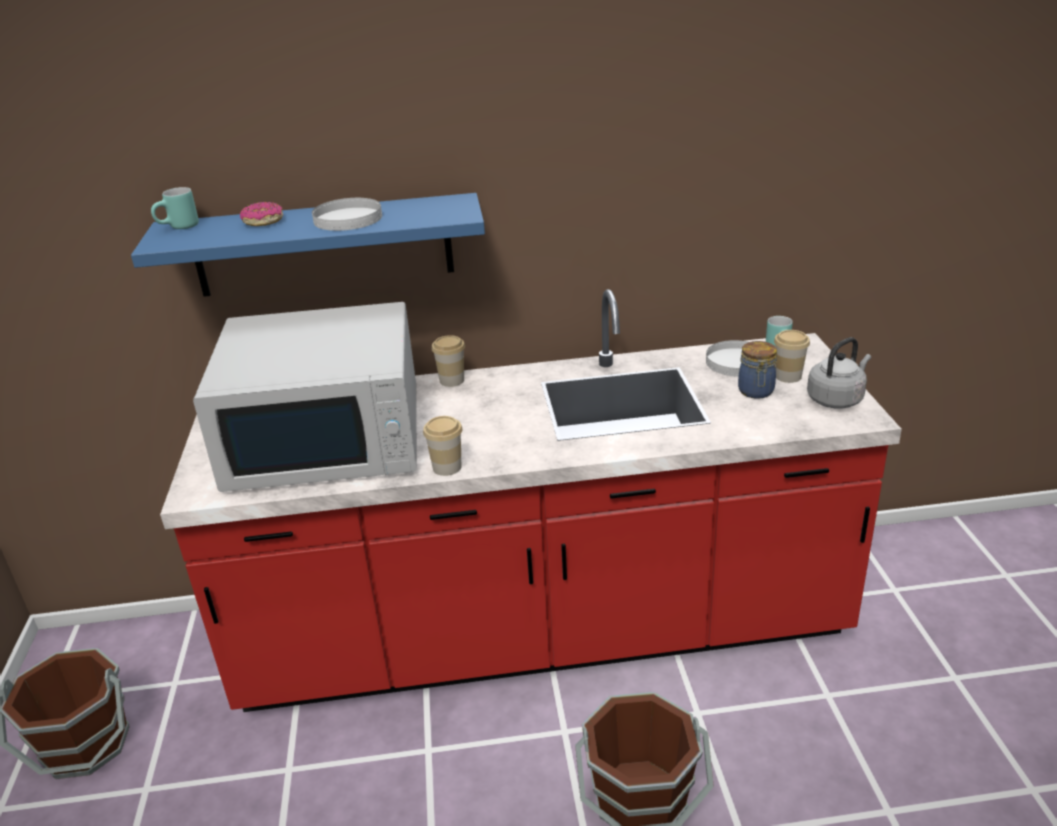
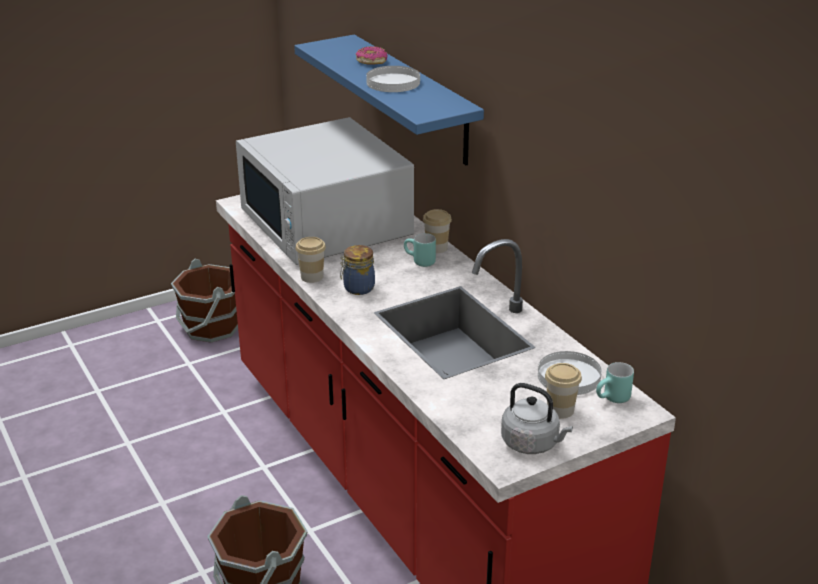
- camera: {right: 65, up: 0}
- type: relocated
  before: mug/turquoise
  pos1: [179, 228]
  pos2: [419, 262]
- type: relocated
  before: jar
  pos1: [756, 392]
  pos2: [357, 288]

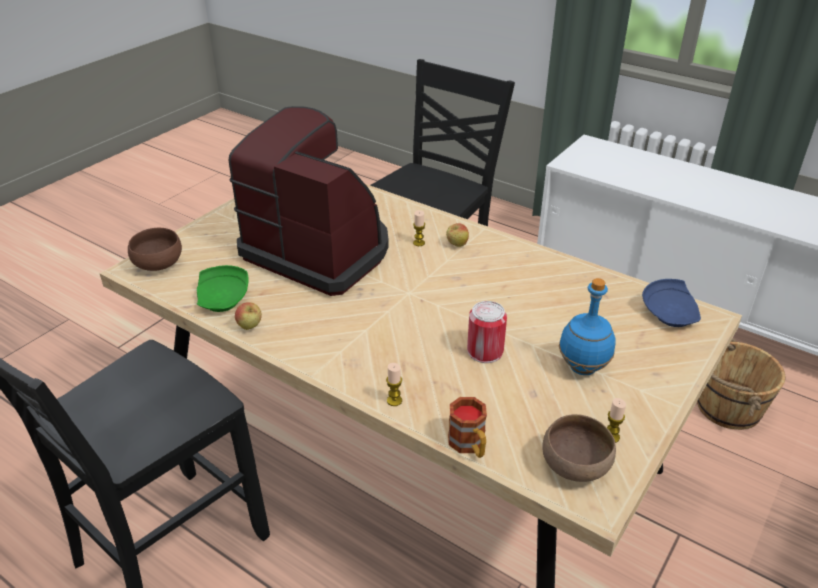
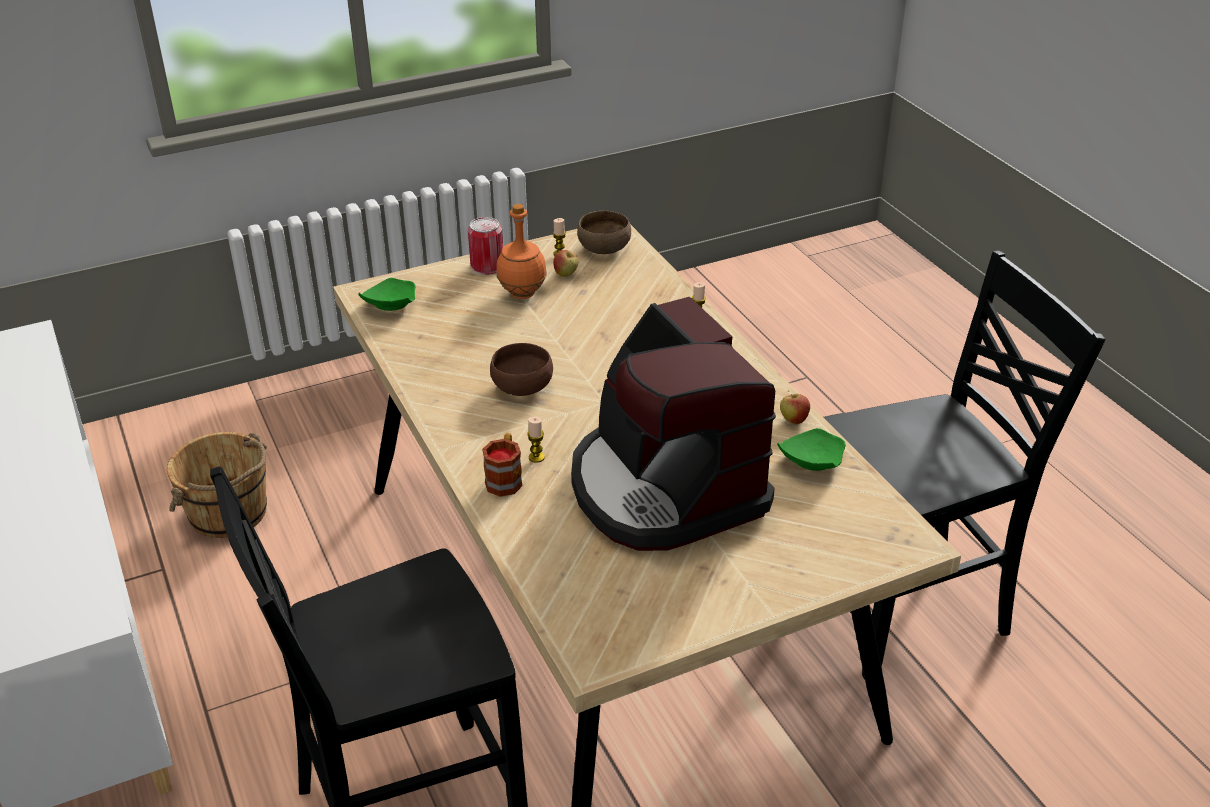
- camera: {right: -150, up: 0}
- type: relocated
  before: apple
  pos1: [456, 245]
  pos2: [566, 275]
- type: relocated
  before: bowl/brown
  pos1: [159, 265]
  pos2: [522, 387]
- type: colour
  before: bottle/blue
  after: bottle/orange
  pos1: [583, 368]
  pos2: [523, 293]
- type: colour
  before: plate/blue
  after: plate/green
  pos1: [670, 313]
  pos2: [389, 305]
- type: relocated
  before: can
  pos1: [485, 351]
  pos2: [487, 266]
- type: relocated
  before: mug
  pos1: [469, 445]
  pos2: [505, 478]

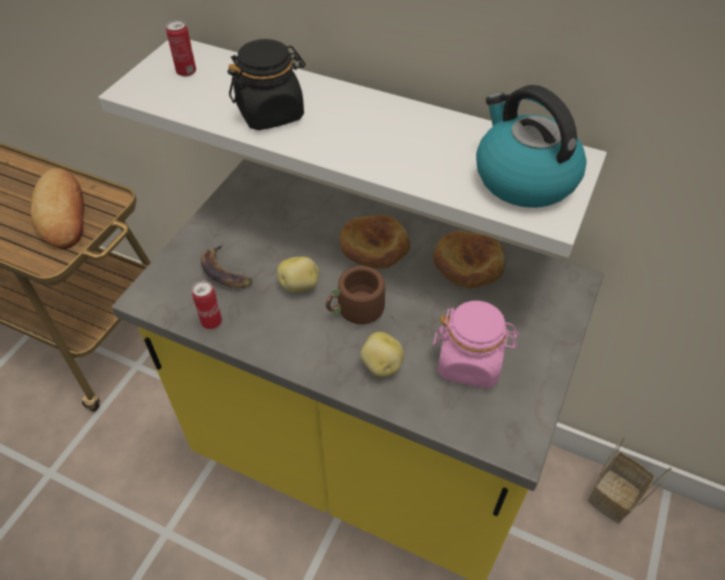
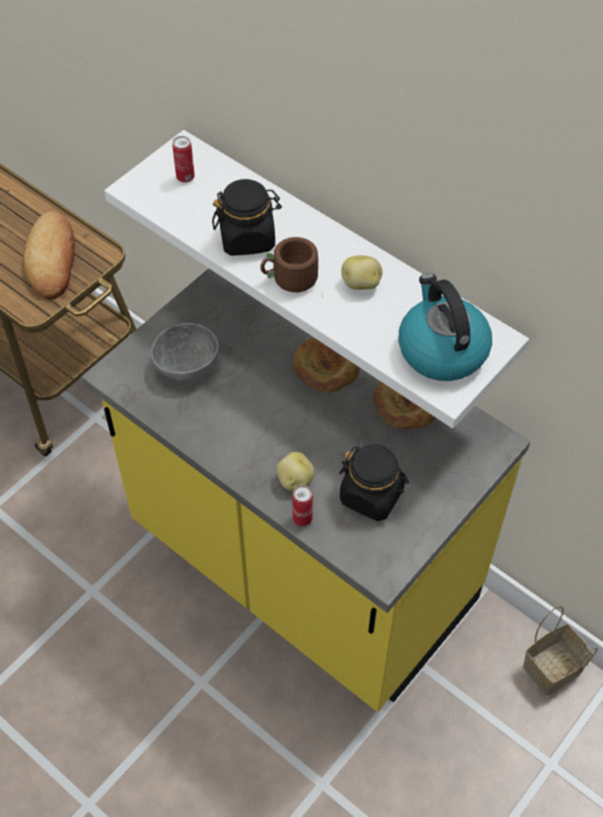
- camera: {right: 15, up: 5}
- type: exchanged
  before: banana
  after: bowl/grey
  pos1: [225, 271]
  pos2: [185, 364]
- type: relocated
  before: potato
  pos1: [300, 285]
  pos2: [361, 284]
- type: relocated
  before: mug/brown
  pos1: [356, 312]
  pos2: [290, 280]
- type: relocated
  before: can
  pos1: [211, 322]
  pos2: [302, 519]
- type: colour
  before: jar/pink
  after: jar/black
  pos1: [470, 362]
  pos2: [372, 495]

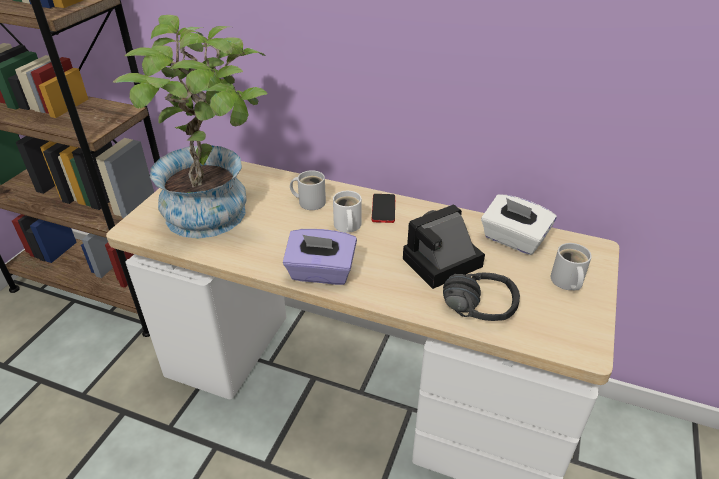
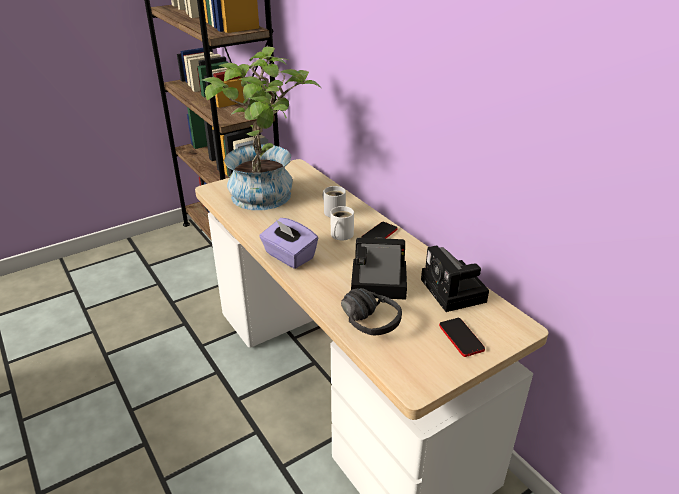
- camera: {right: 35, up: -5}
- type: exchanged
  before: tissue box/white
  after: photo camera
  pos1: [513, 240]
  pos2: [455, 292]
- type: exchanged
  before: mug/white
  after: phone
  pos1: [566, 282]
  pos2: [461, 338]

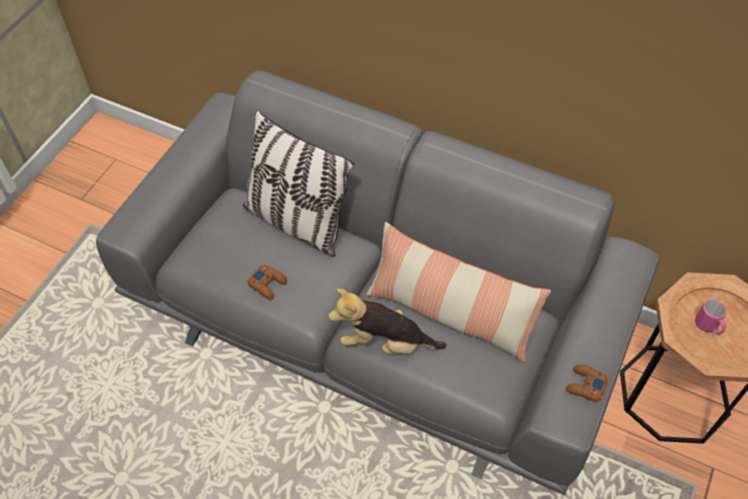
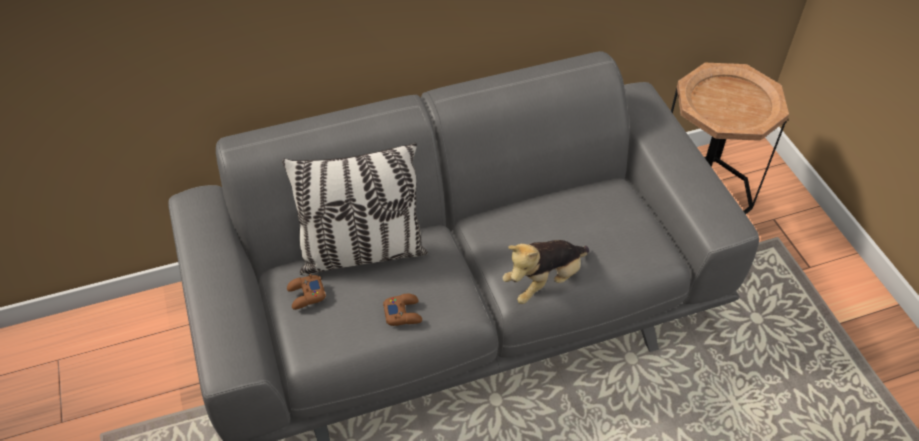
- camera: {right: -45, up: -5}
- type: missing
  before: pillow
  pos1: [450, 313]
- type: missing
  before: mug/pink
  pos1: [708, 327]
- type: relocated
  before: game controller/brown
  pos1: [585, 385]
  pos2: [306, 295]

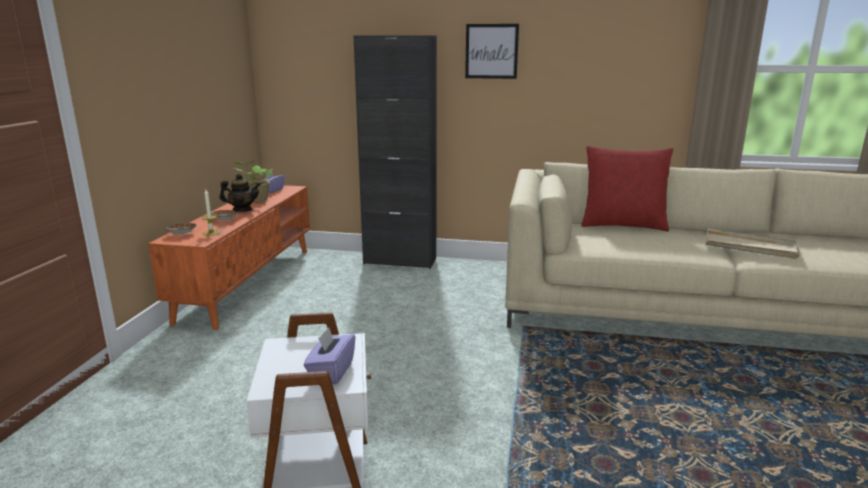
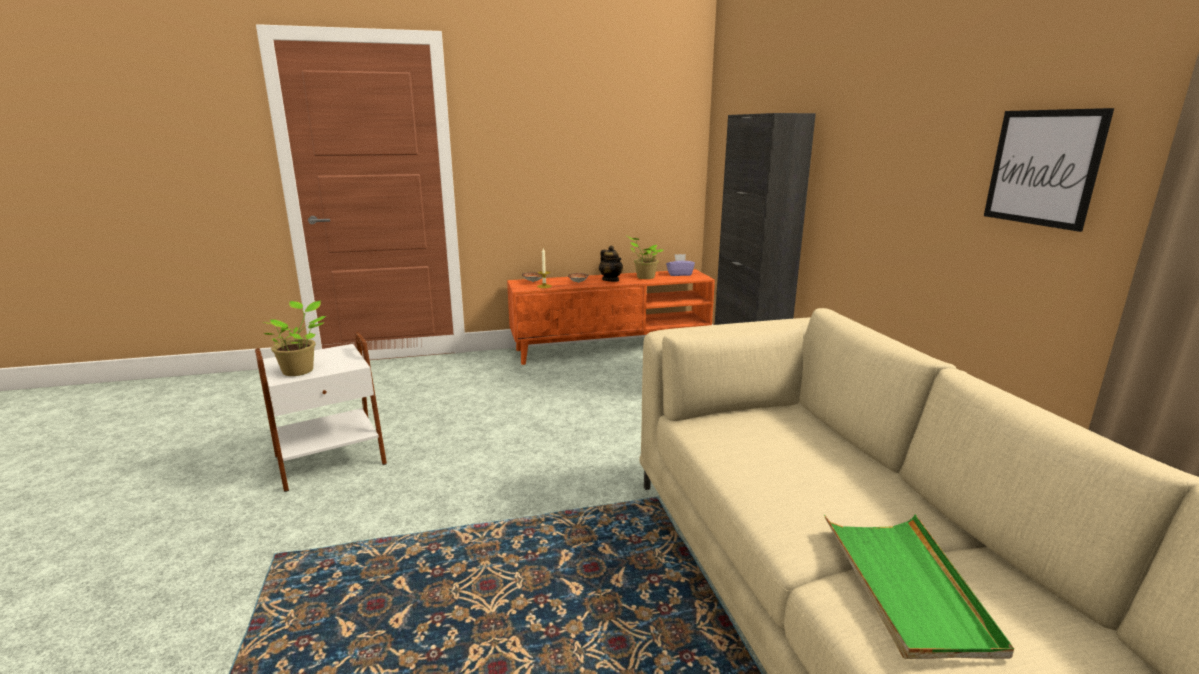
- camera: {right: 65, up: 0}
- type: relocated
  before: picture
  pos1: [491, 51]
  pos2: [1043, 168]
- type: missing
  before: pillow/red
  pos1: [622, 225]
- type: colour
  before: tray/beige
  after: tray/green
  pos1: [750, 247]
  pos2: [906, 586]
- type: exchanged
  before: tissue box/purple
  after: potted plant
  pos1: [331, 371]
  pos2: [300, 370]

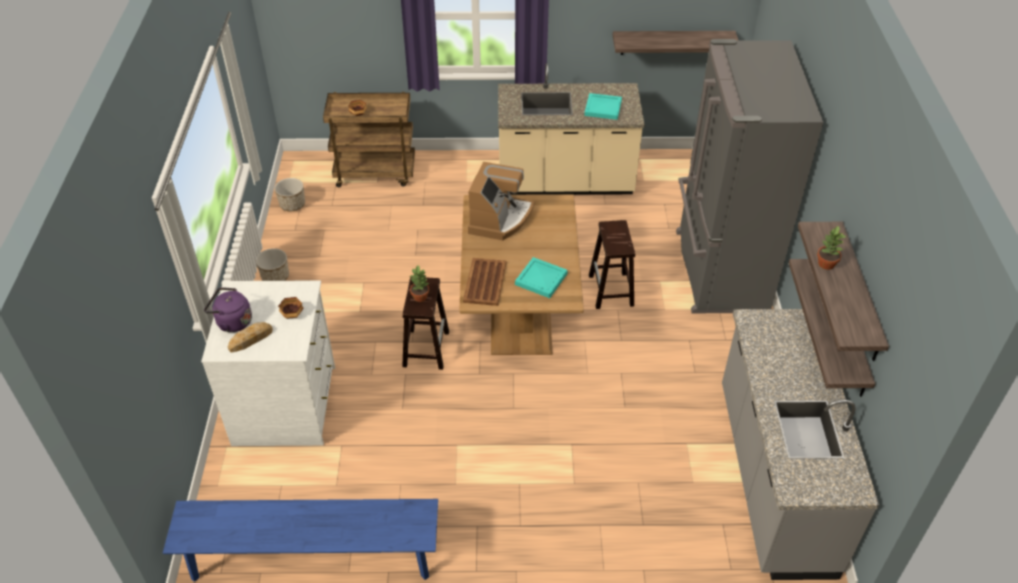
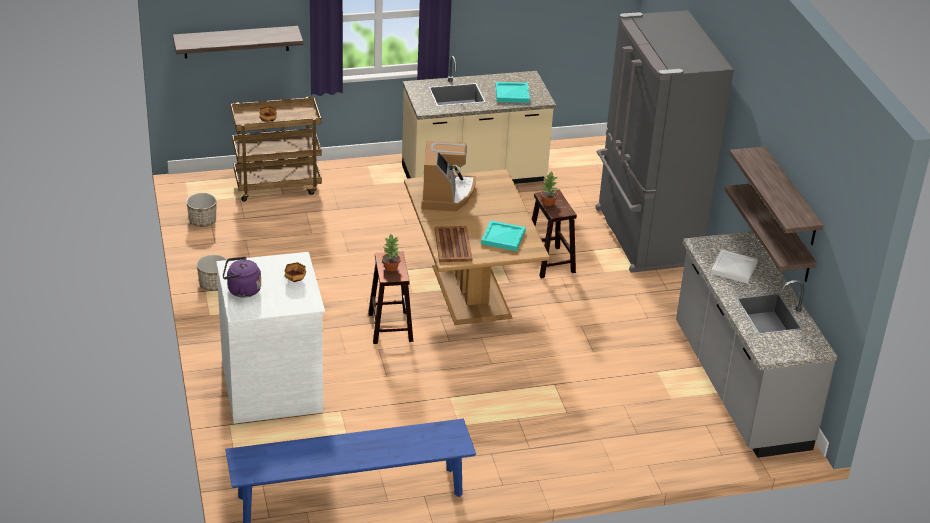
- camera: {right: -15, up: -10}
- type: relocated
  before: shelf
  pos1: [672, 42]
  pos2: [236, 42]
- type: relocated
  before: potted plant
  pos1: [826, 264]
  pos2: [548, 202]
- type: missing
  before: bread
  pos1: [250, 339]
- type: appeared
  after: tray/white
  pos2: [733, 268]

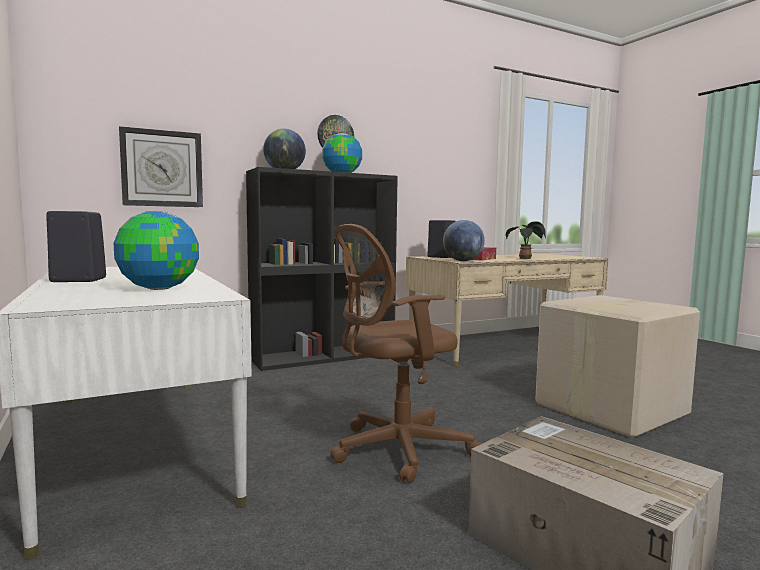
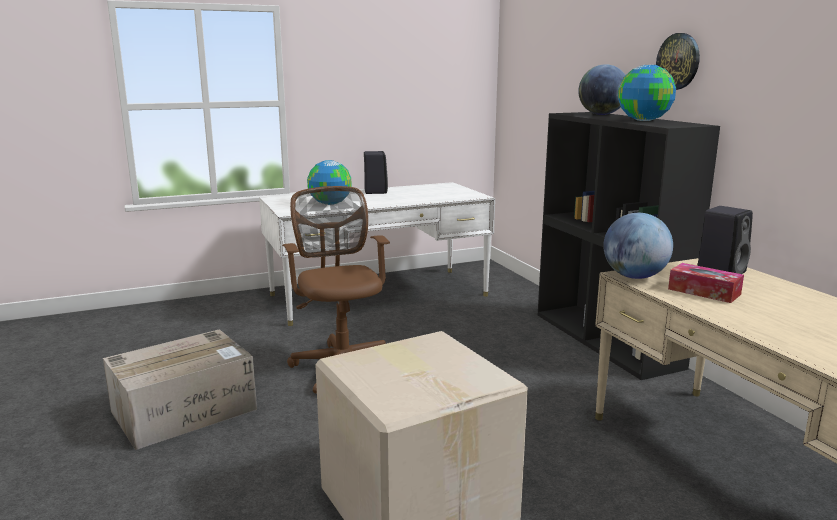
- camera: {right: 95, up: 10}
- type: missing
  before: wall clock
  pos1: [162, 168]
- type: missing
  before: potted plant
  pos1: [526, 259]

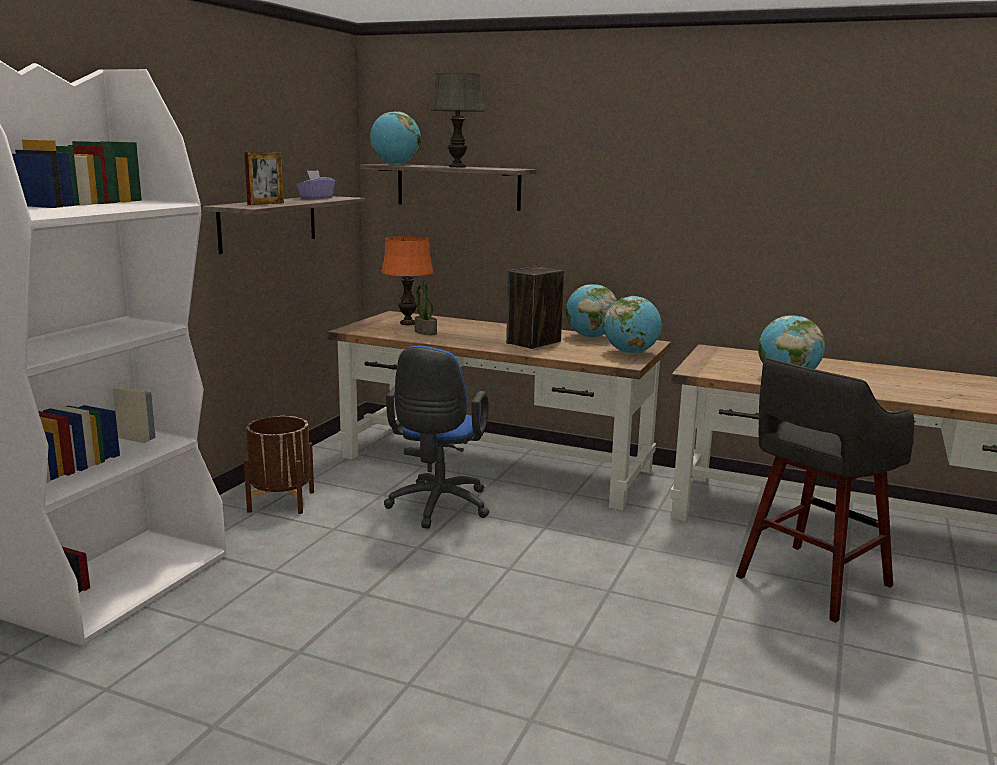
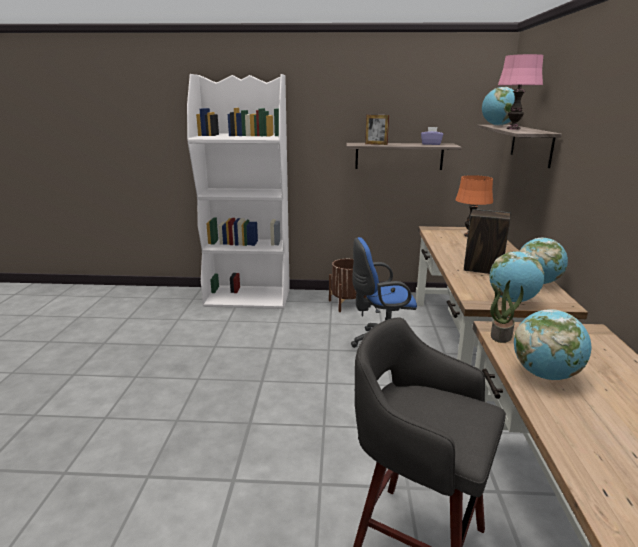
- camera: {right: 70, up: 5}
- type: colour
  before: table lamp/grey
  after: table lamp/pink
  pos1: [457, 167]
  pos2: [513, 129]
- type: relocated
  before: potted plant
  pos1: [425, 332]
  pos2: [500, 335]

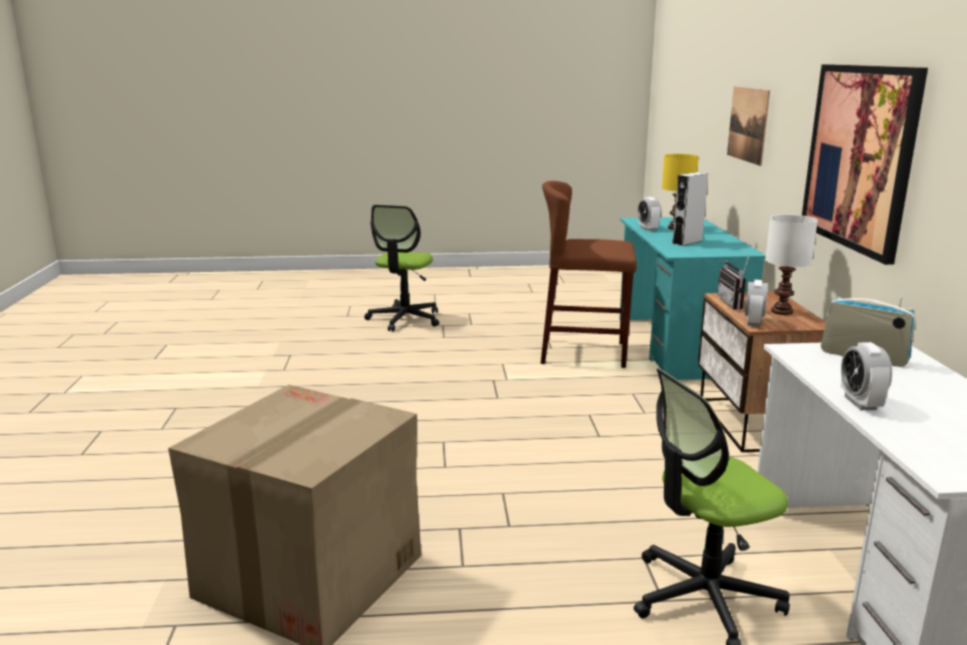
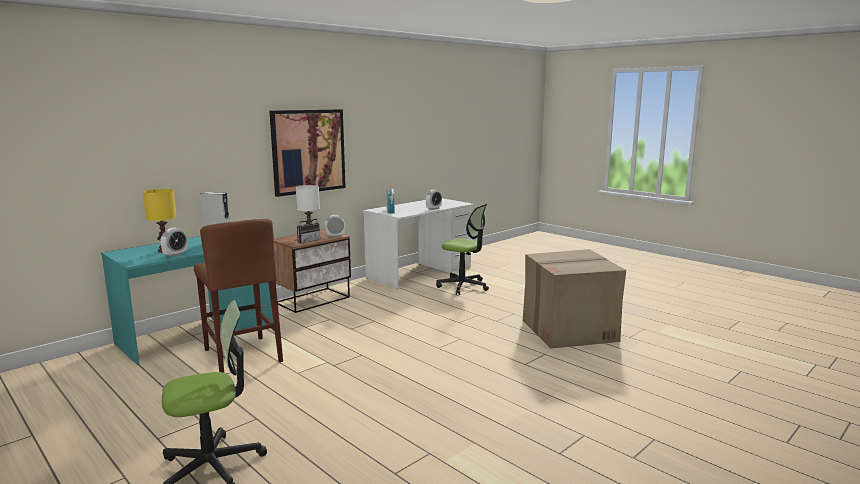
- camera: {right: -130, up: -5}
- type: missing
  before: picture
  pos1: [748, 124]

